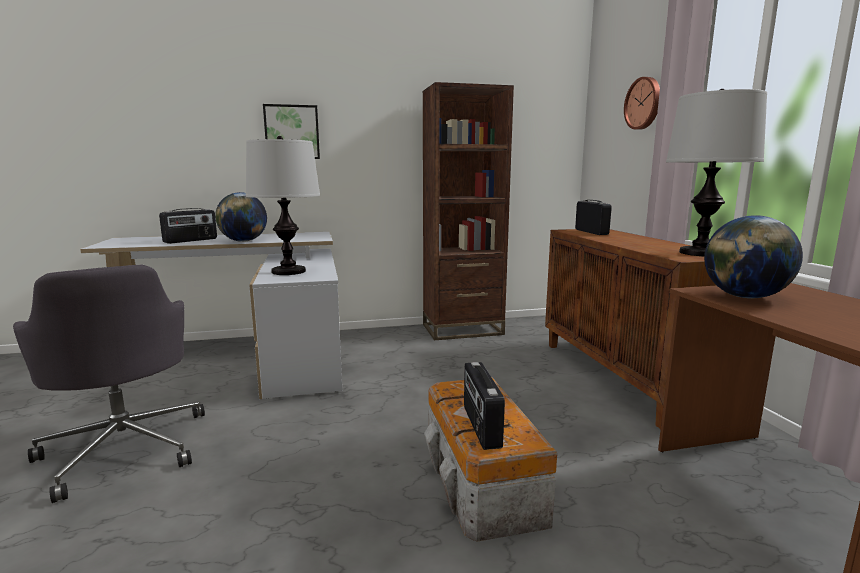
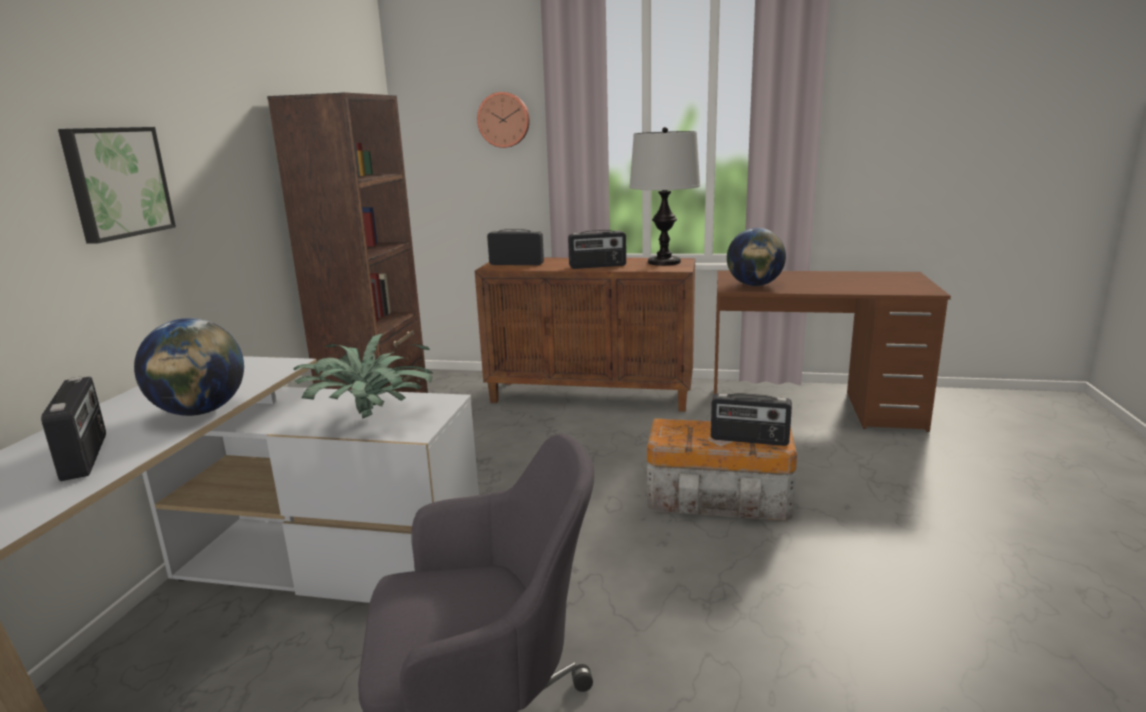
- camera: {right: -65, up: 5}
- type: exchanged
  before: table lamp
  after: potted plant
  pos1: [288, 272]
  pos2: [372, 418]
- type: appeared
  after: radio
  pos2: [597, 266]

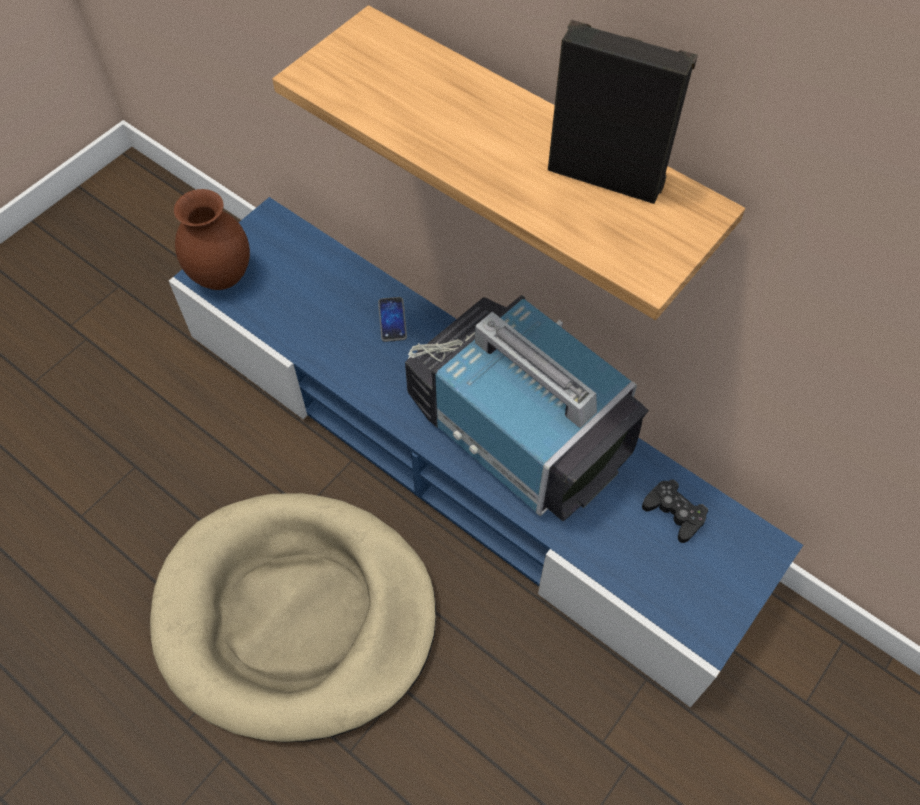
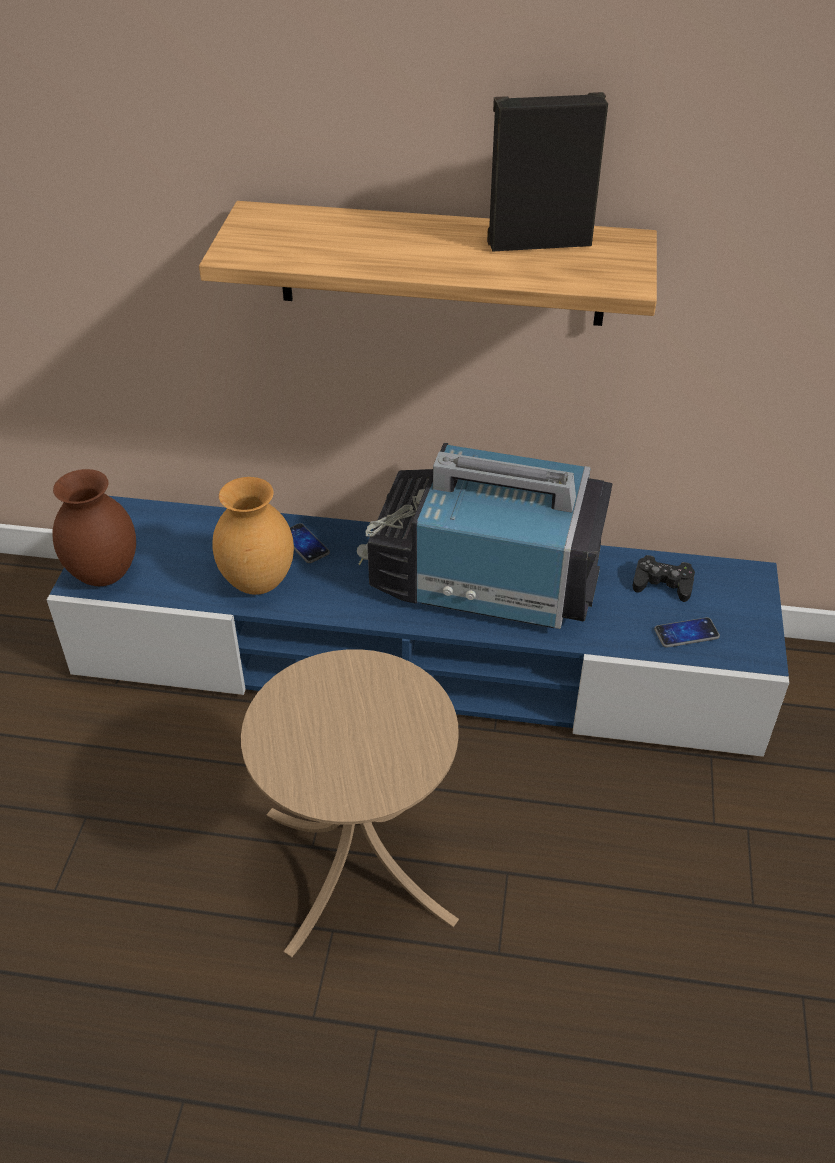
- camera: {right: -30, up: -15}
- type: exchanged
  before: dog bed/beige
  after: side table/beige
  pos1: [296, 616]
  pos2: [359, 865]
- type: appeared
  after: vase/brown
  pos2: [258, 584]
- type: appeared
  after: phone
  pos2: [686, 633]

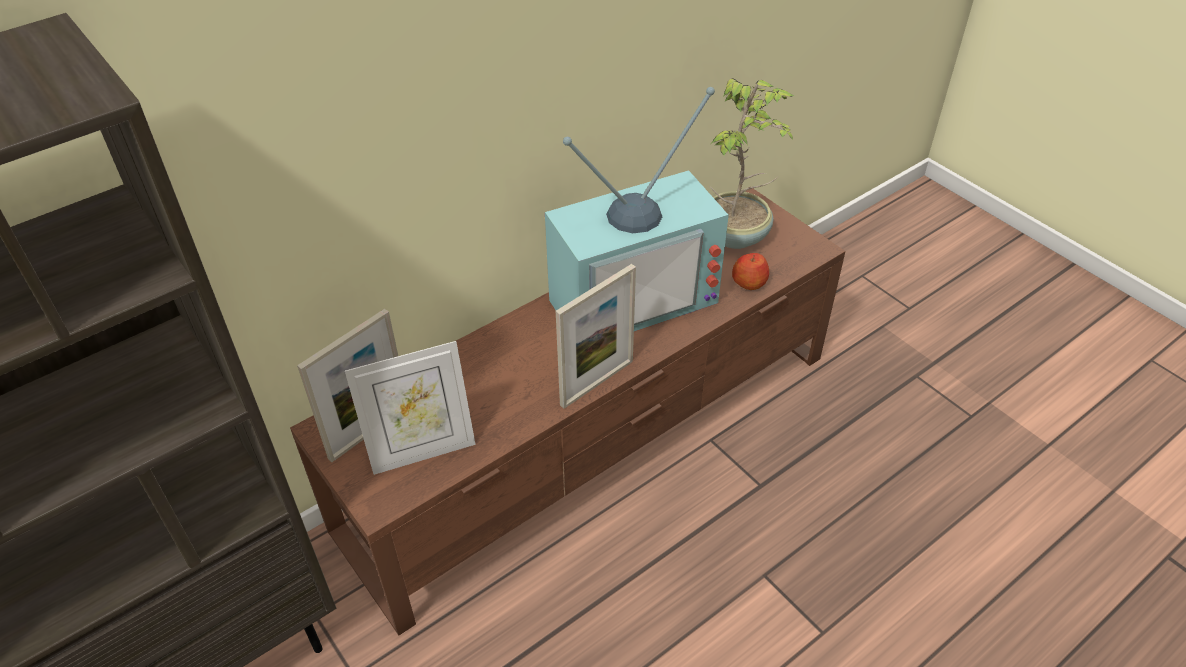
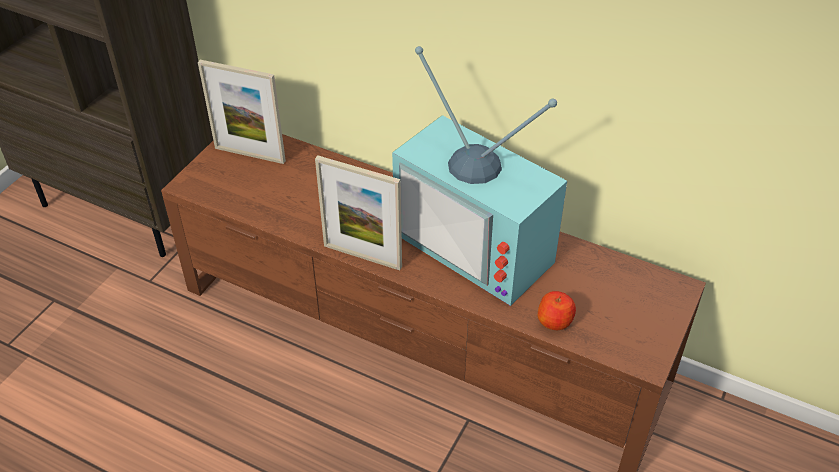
- camera: {right: 65, up: 0}
- type: missing
  before: potted plant
  pos1: [737, 236]
- type: missing
  before: picture frame
  pos1: [422, 451]

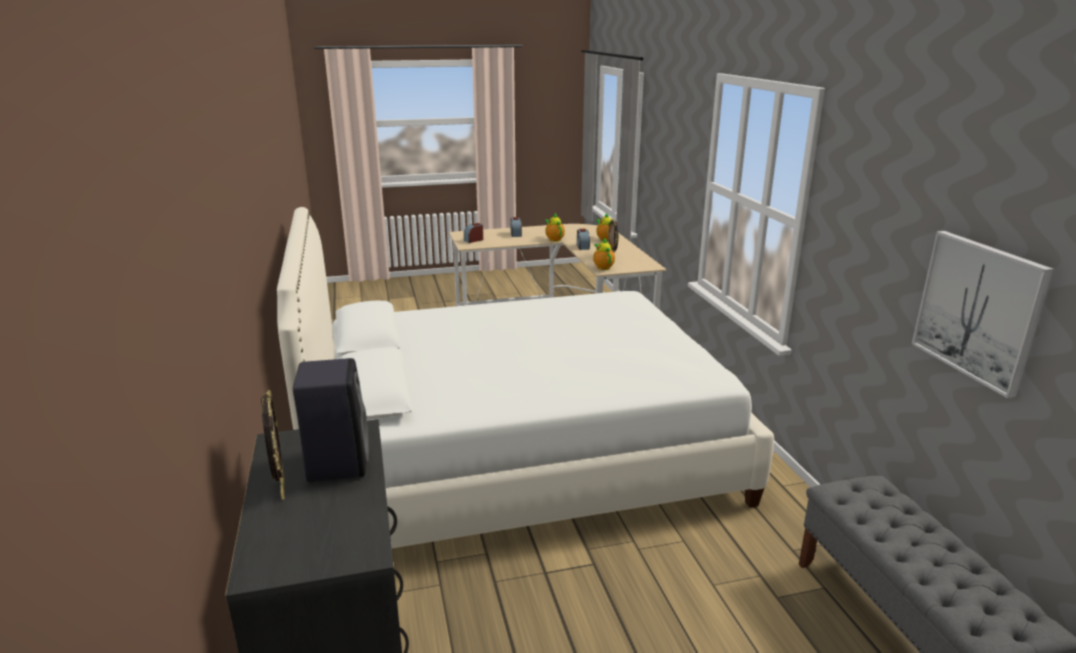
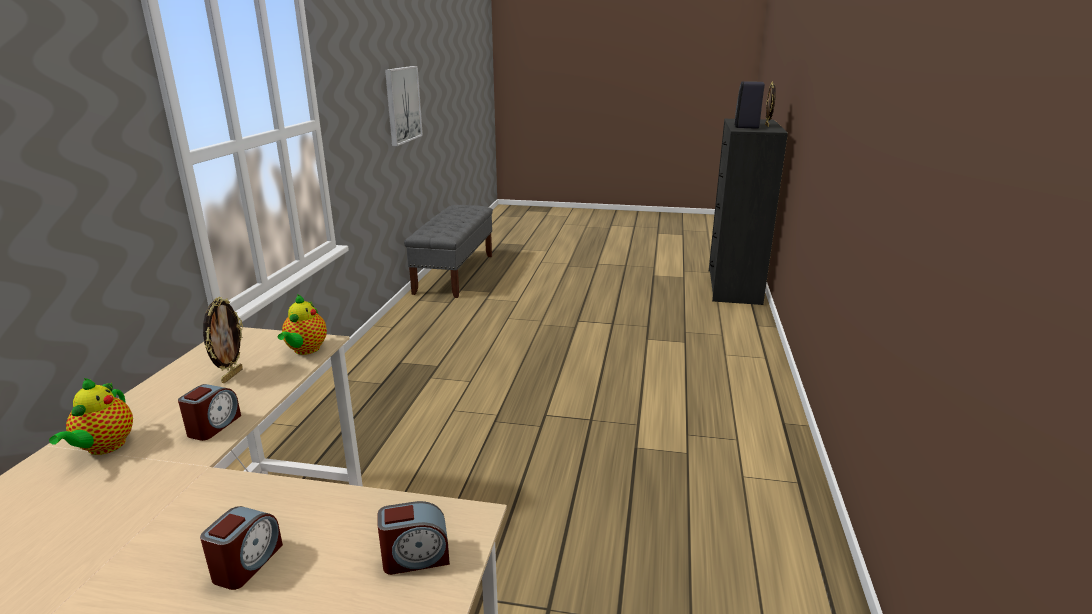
- camera: {right: -155, up: 0}
- type: missing
  before: bed/white
  pos1: [517, 455]
- type: missing
  before: teapot
  pos1: [554, 239]

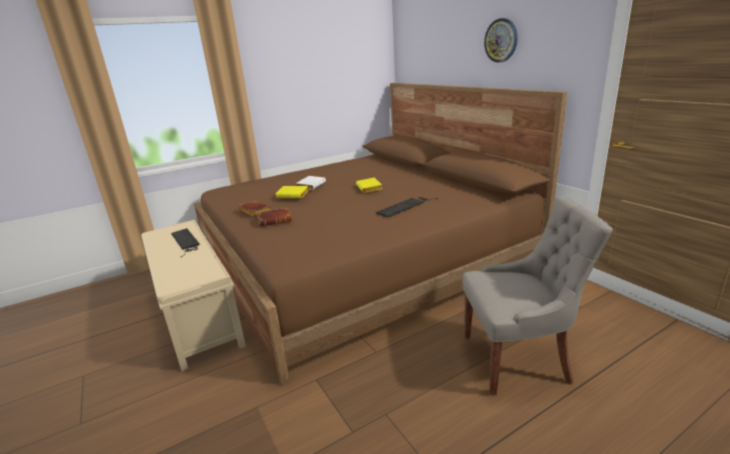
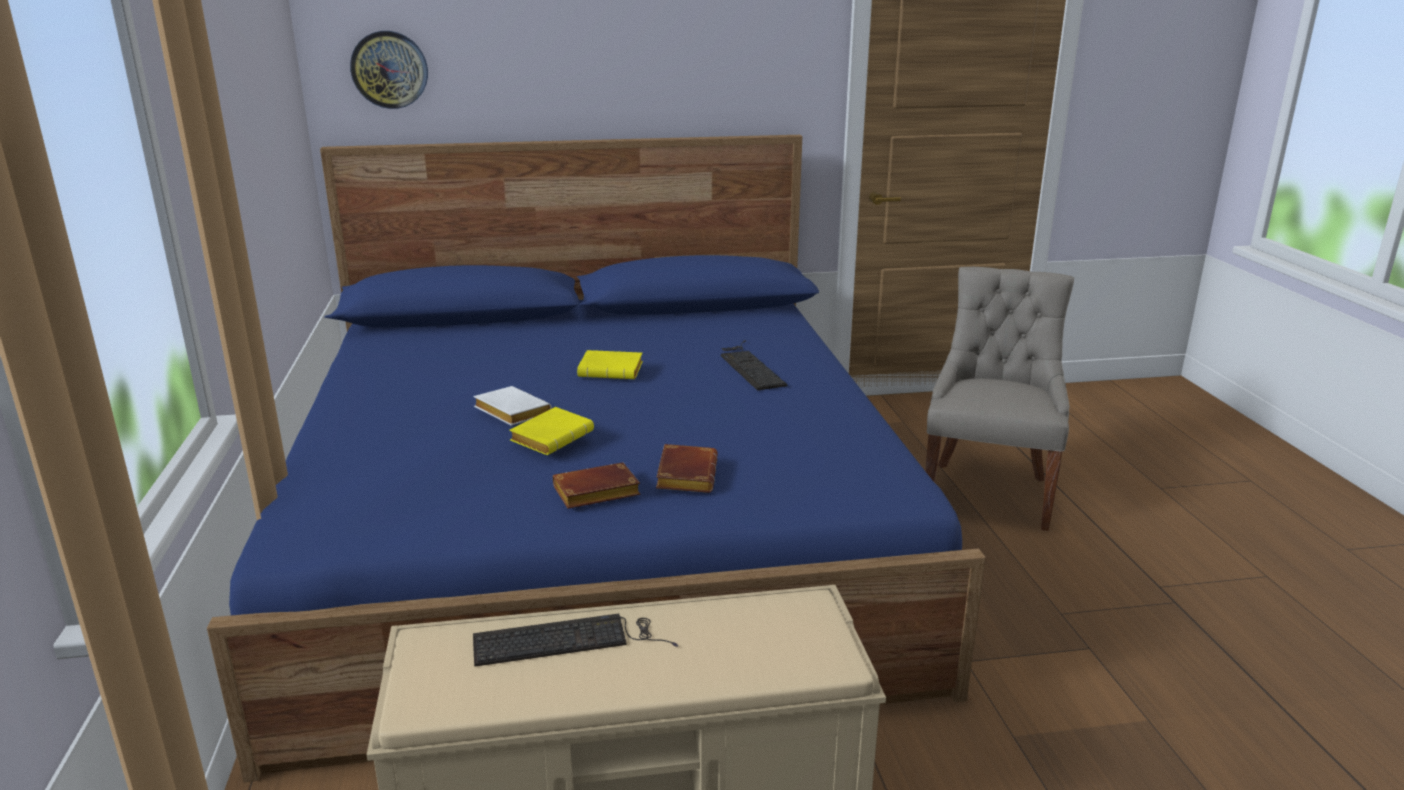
- camera: {right: -70, up: 0}
- type: relocated
  before: wall clock
  pos1: [501, 40]
  pos2: [389, 69]
- type: colour
  before: bed/brown
  after: bed/blue
  pos1: [362, 258]
  pos2: [599, 535]

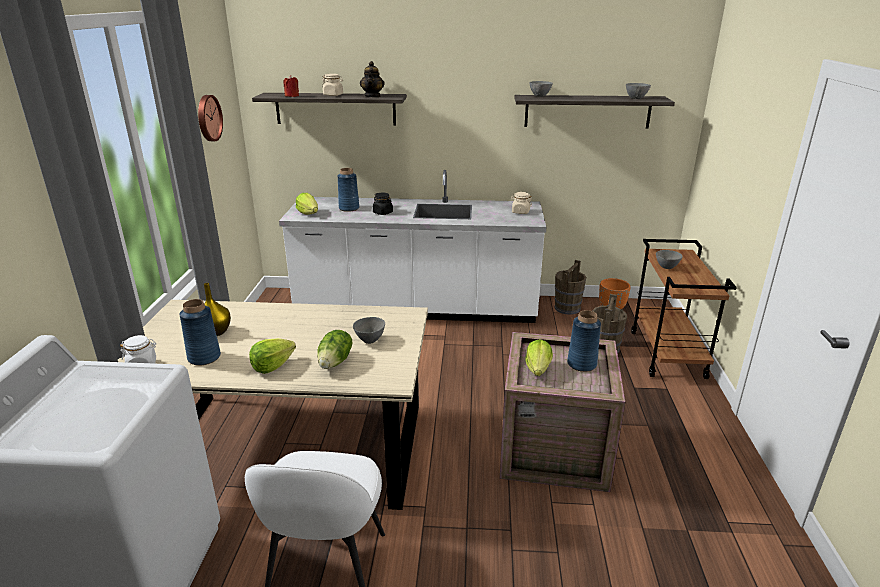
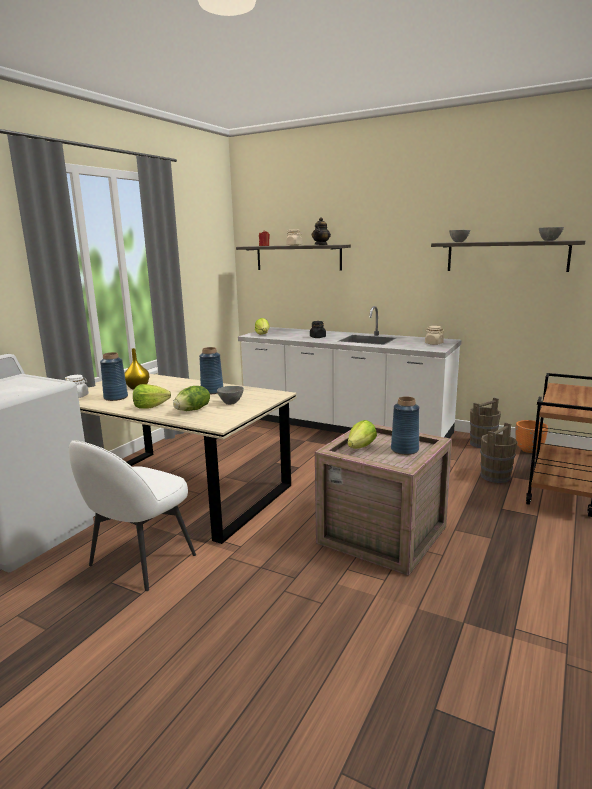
- camera: {right: 25, up: -10}
- type: missing
  before: wall clock
  pos1: [208, 118]
- type: relocated
  before: vase/blue
  pos1: [349, 208]
  pos2: [212, 391]
- type: missing
  before: bowl/grey
  pos1: [666, 267]

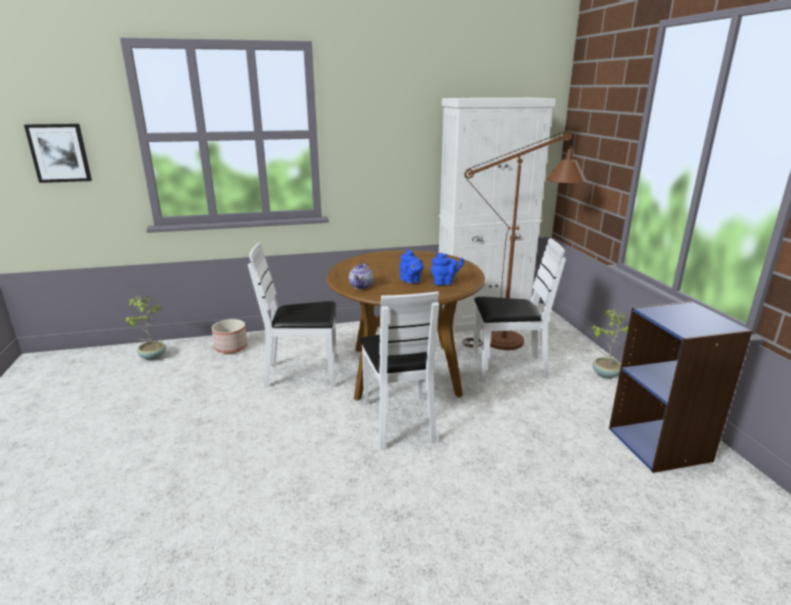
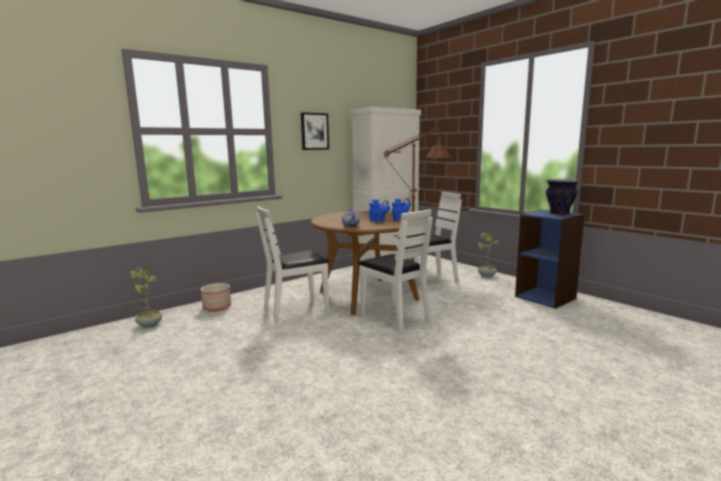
- camera: {right: -25, up: -10}
- type: relocated
  before: picture
  pos1: [59, 153]
  pos2: [314, 131]
- type: appeared
  after: vase
  pos2: [559, 214]

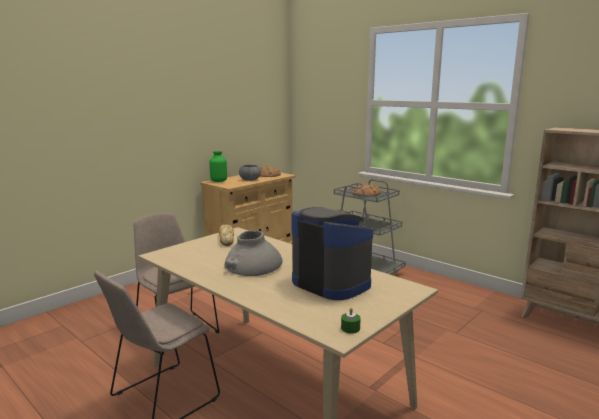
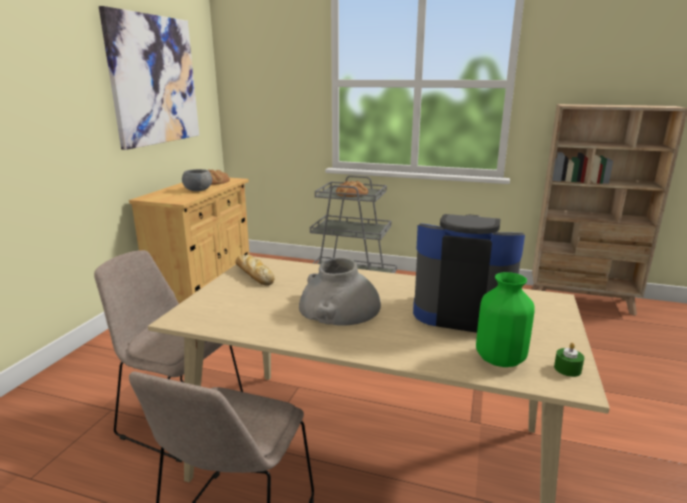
- camera: {right: -25, up: 5}
- type: relocated
  before: vase/green
  pos1: [219, 181]
  pos2: [499, 358]
- type: appeared
  after: picture
  pos2: [154, 80]

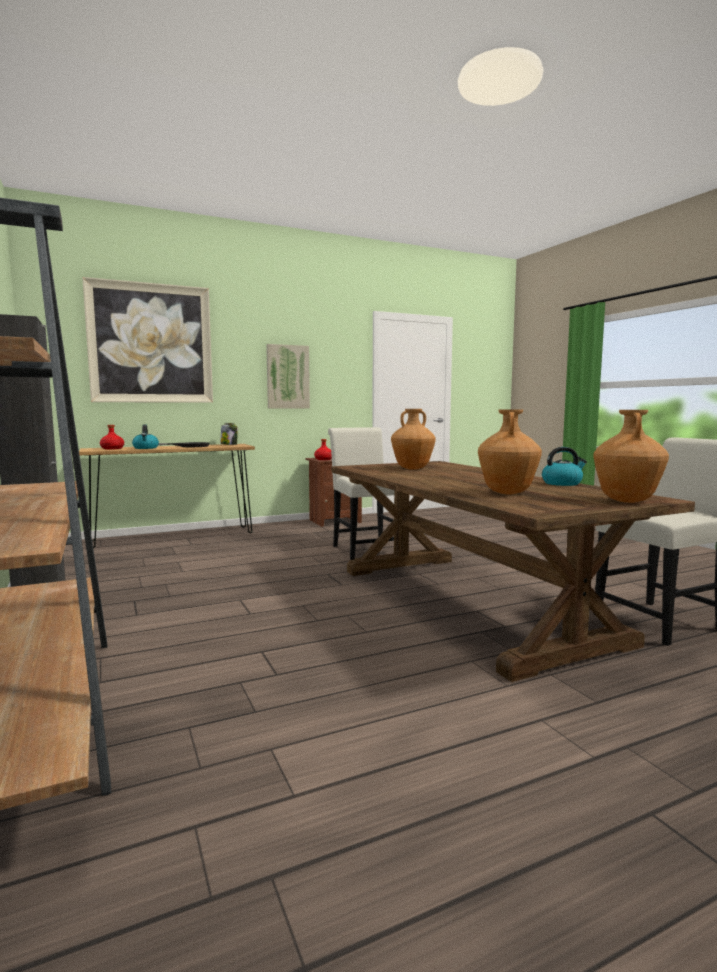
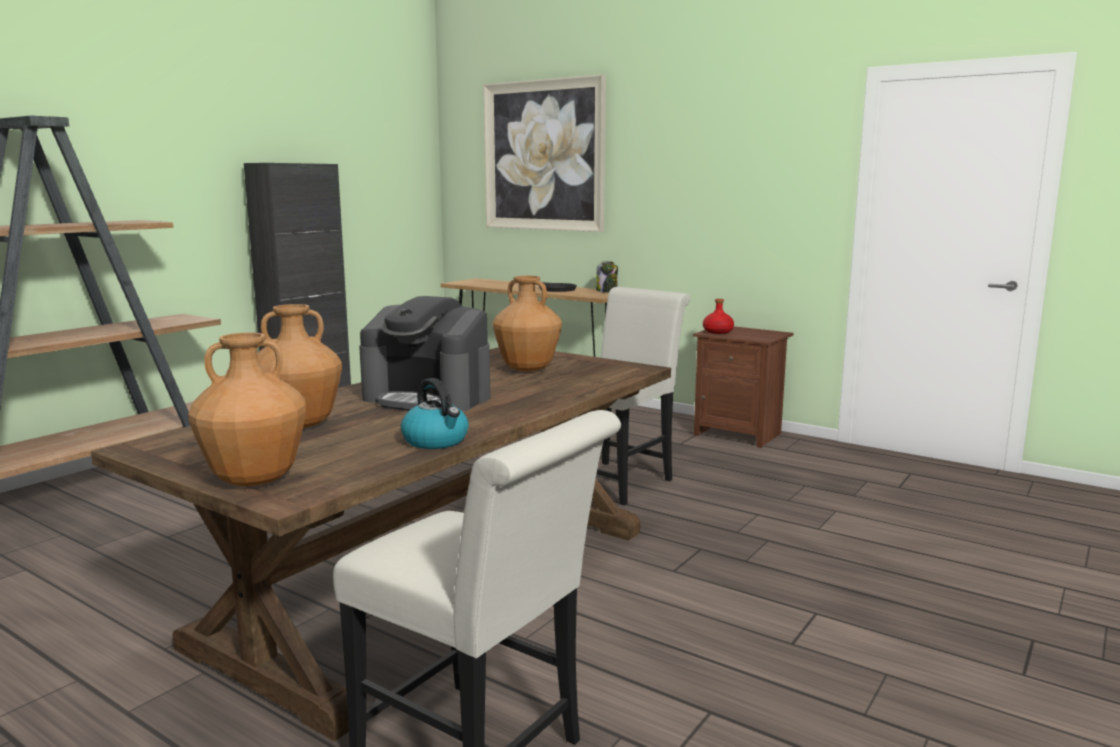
- camera: {right: 60, up: 5}
- type: missing
  before: picture
  pos1: [287, 377]
- type: missing
  before: kettle
  pos1: [146, 448]
- type: missing
  before: bottle/red
  pos1: [112, 448]
- type: appeared
  after: coffee machine
  pos2: [428, 397]

